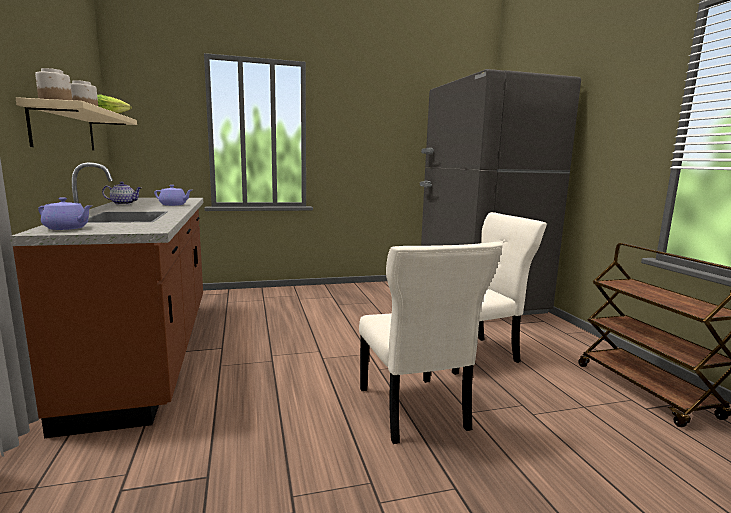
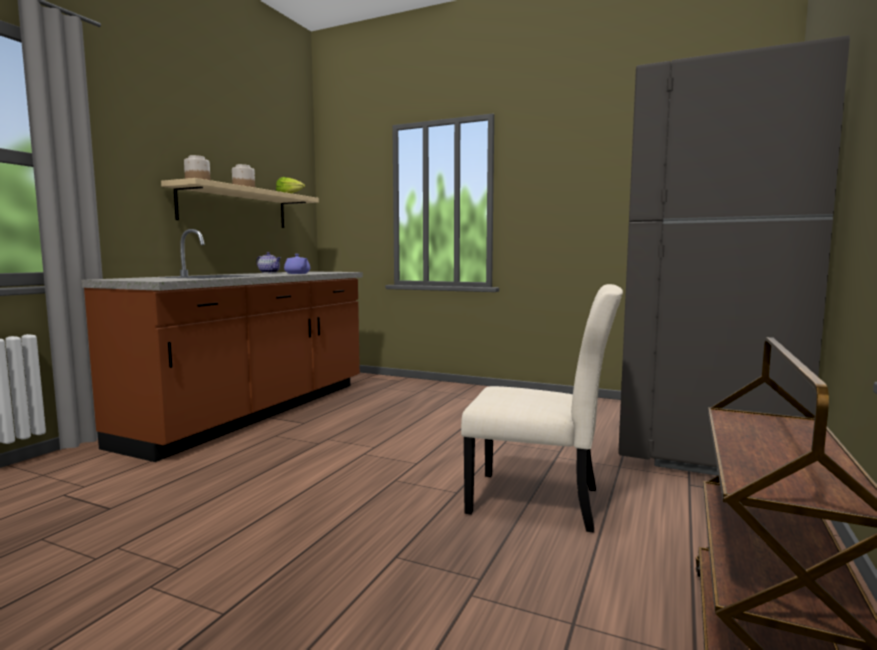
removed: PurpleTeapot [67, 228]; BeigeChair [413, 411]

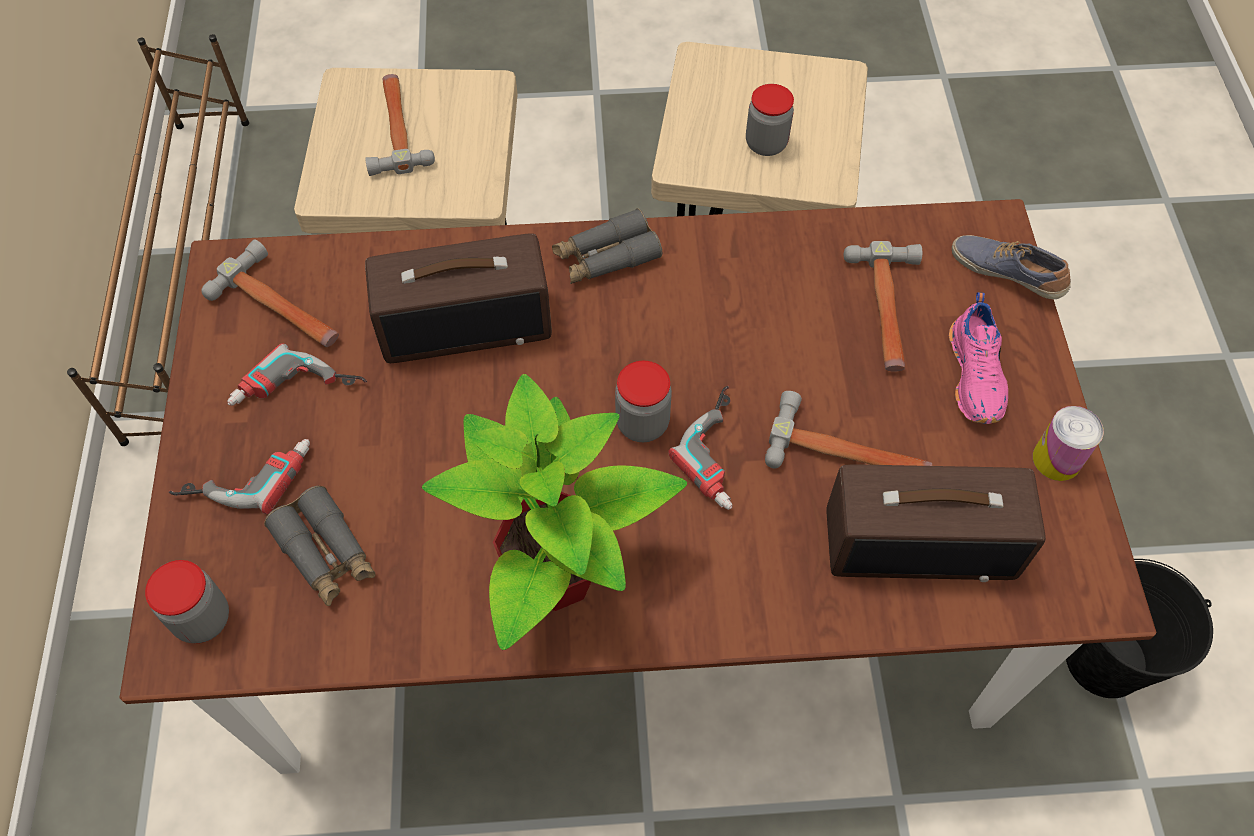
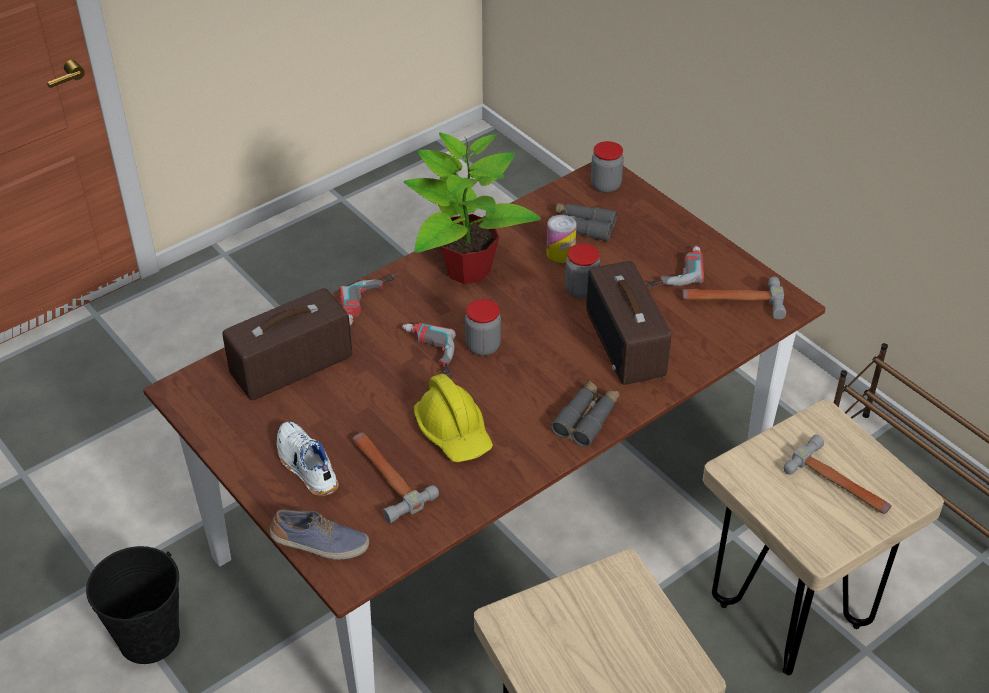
removed: Hammer [848, 454]
added: YellowHardHat [454, 432]
moved: PowerDrill [246, 472] to [372, 303]; Jar [766, 144] to [581, 290]; Can [1056, 459] to [560, 253]
recoloured: PinkShoe [977, 376] to WhiteShoe [305, 467]
turned: Radio [467, 323] = [627, 344] 60 degrees counterclockwise

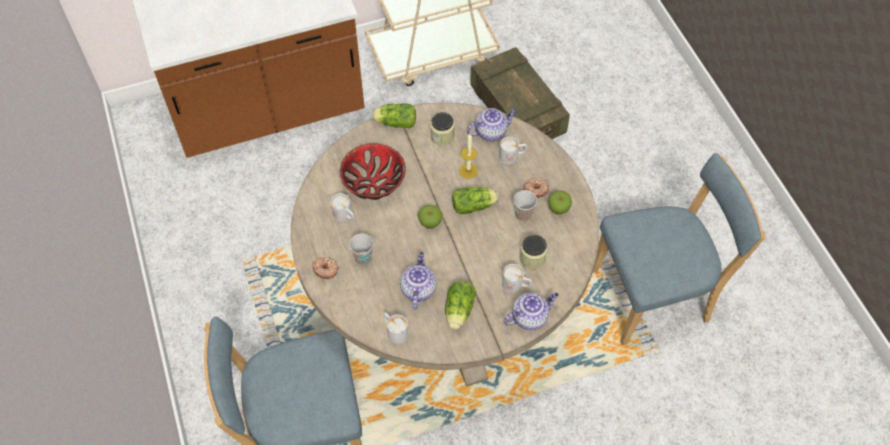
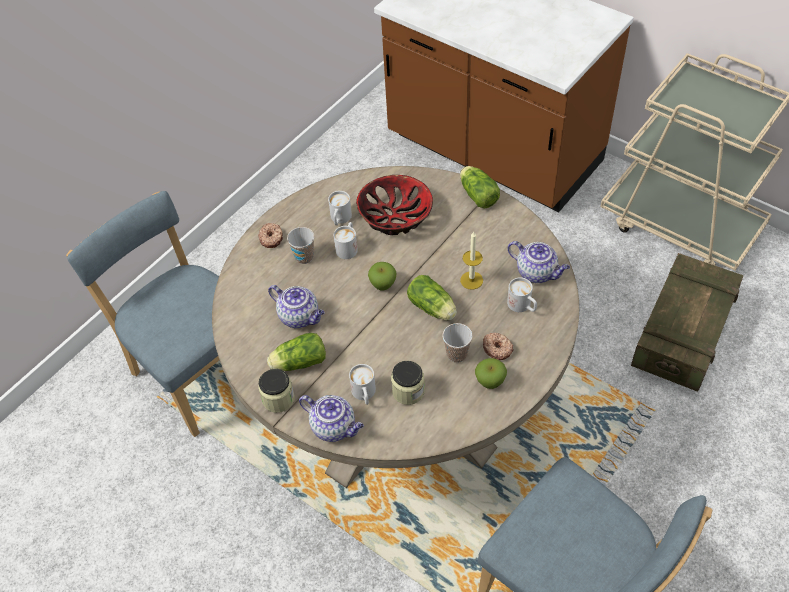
moved: WhiteMug [394, 331] to [348, 247]; Jar [442, 136] to [278, 399]
turned: Teapot [418, 289] = [300, 316] 60 degrees clockwise

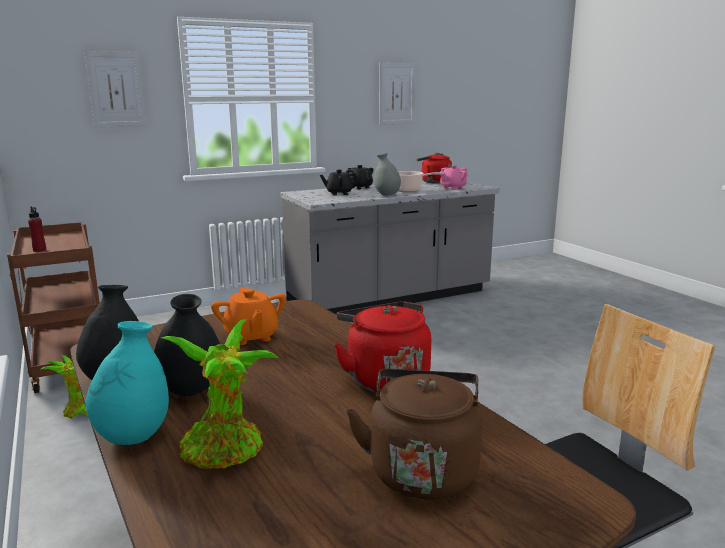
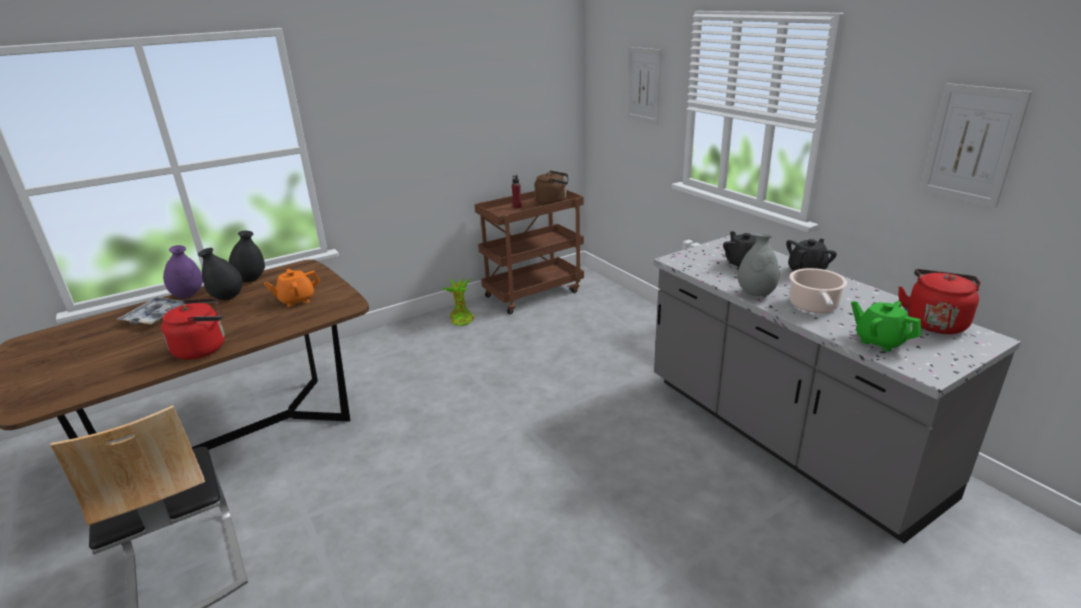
moved: BrownKettle [422, 469] to [553, 202]
replaced: PottedPlant [225, 452] to Tray [156, 316]
recoloured: TurquoiseVase [133, 436] to PurpleVase [188, 295]; PinkTeapot [452, 188] to GreenTeapot [879, 341]

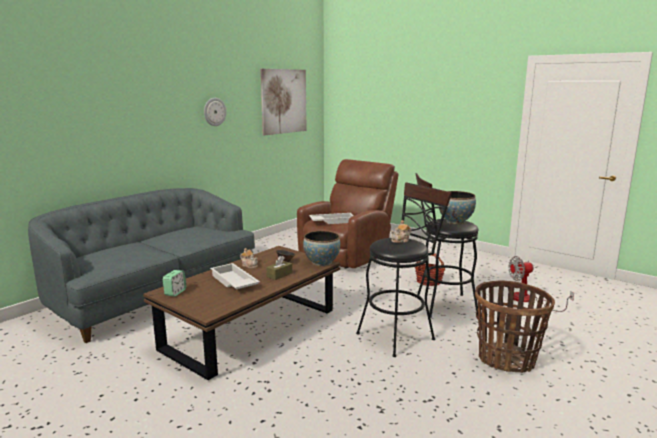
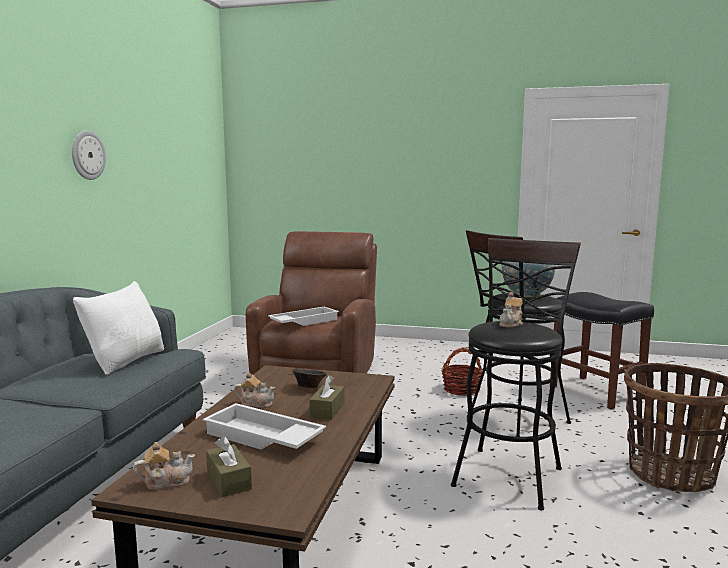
removed: Picture [284, 101]; Bowl [321, 263]
added: WhitePillow [126, 361]; BrownTissueBox [229, 480]
replaced: AlarmClock [175, 292] to Teapot [166, 482]; Fan [528, 300] to BlackStool [597, 392]

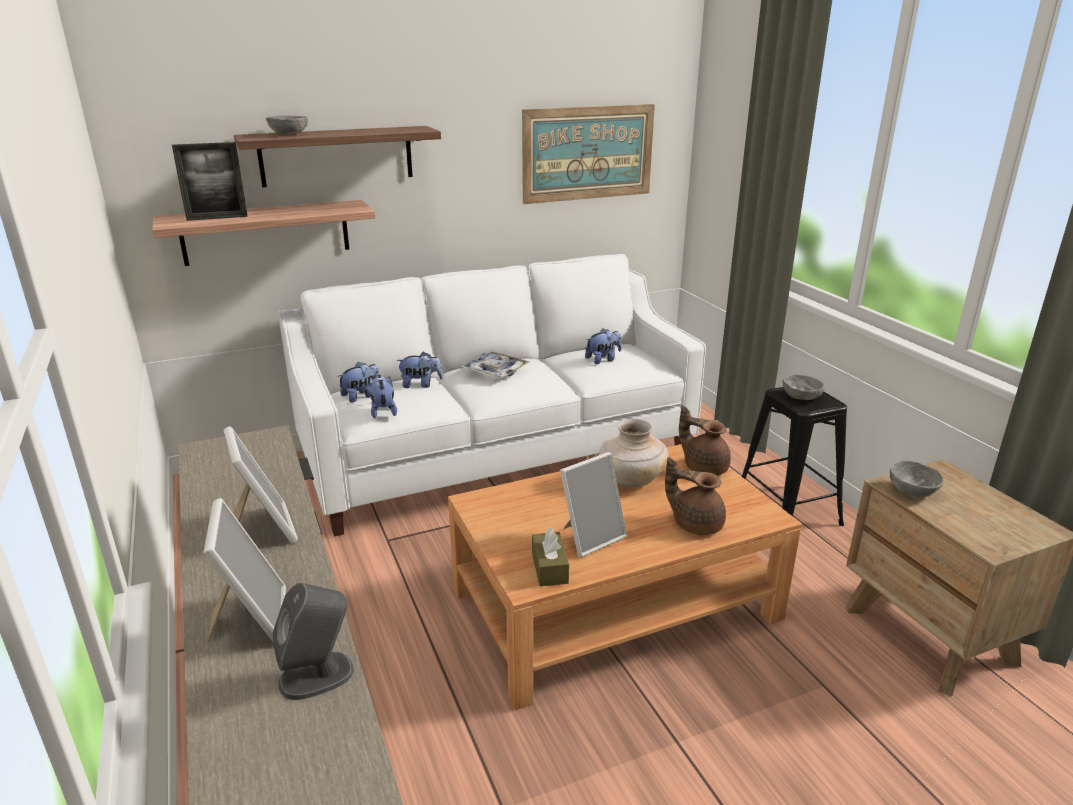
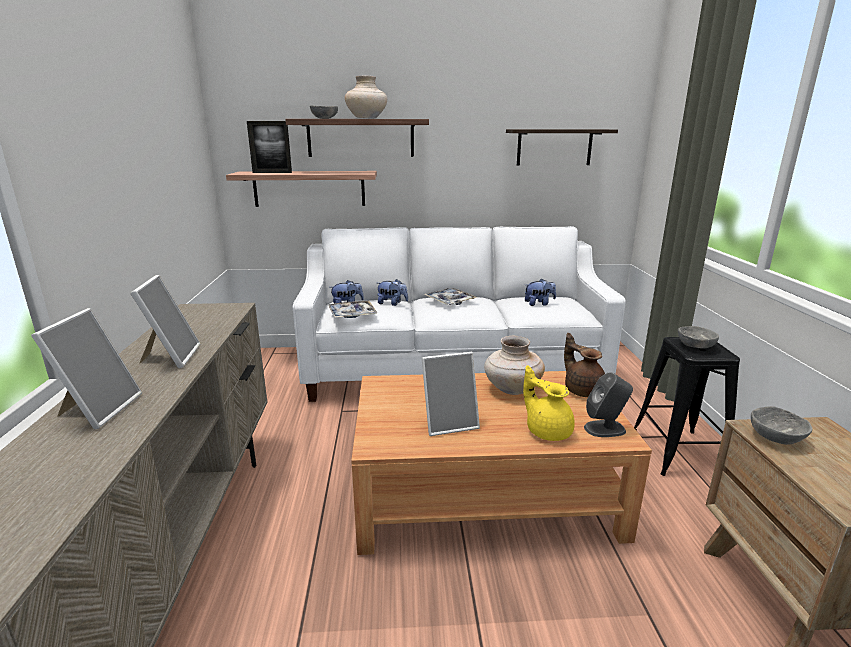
removed: BrownTissueBox [549, 568]
added: BeigeVase [367, 118]
moved: GreySpeaker [317, 675] to [605, 429]
replaced: PlushToy [383, 411] to Tray [352, 314]; Picture [588, 153] to Shelf [554, 147]
recoloured: BrownTeapot [695, 523] to YellowTeapot [547, 430]

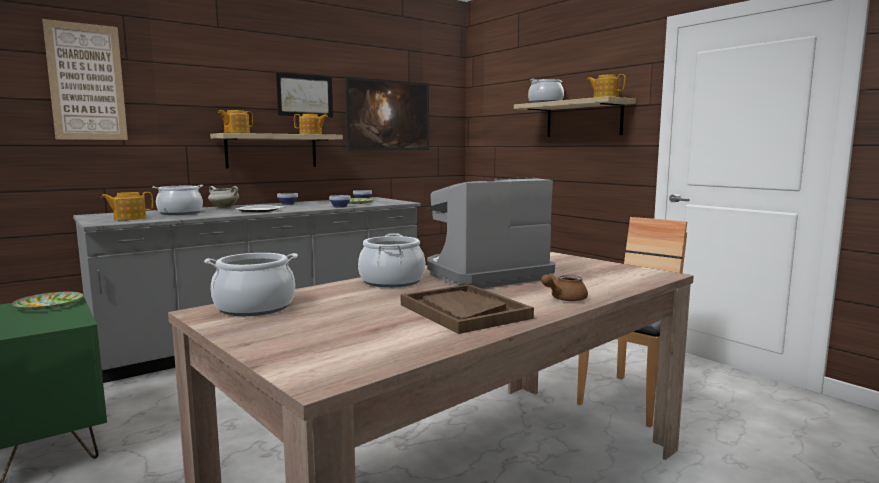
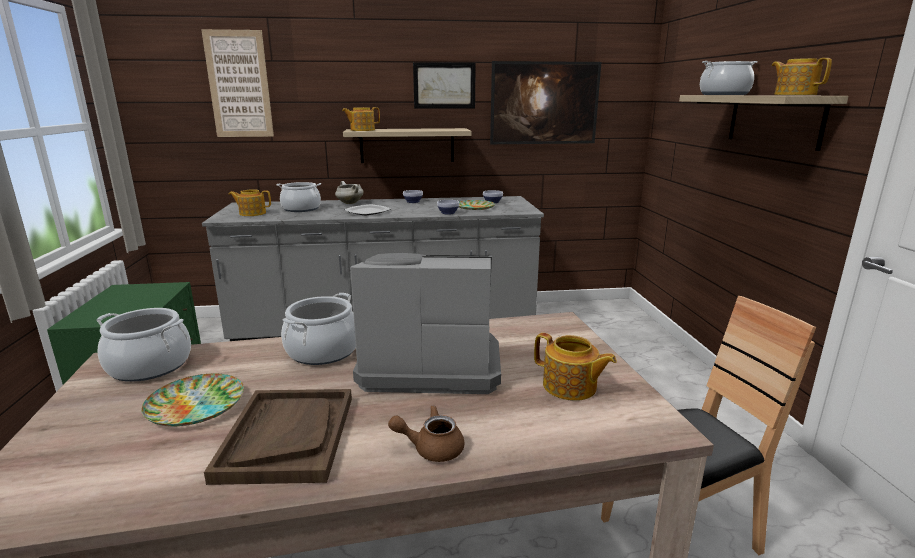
moved: Plate [49, 305] to [197, 405]; Teapot [311, 134] to [570, 387]

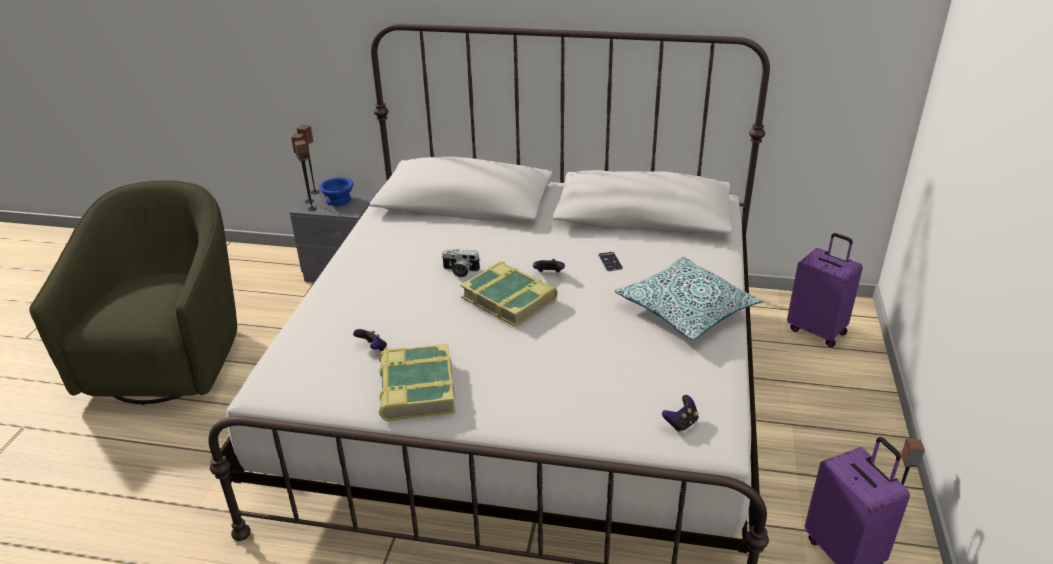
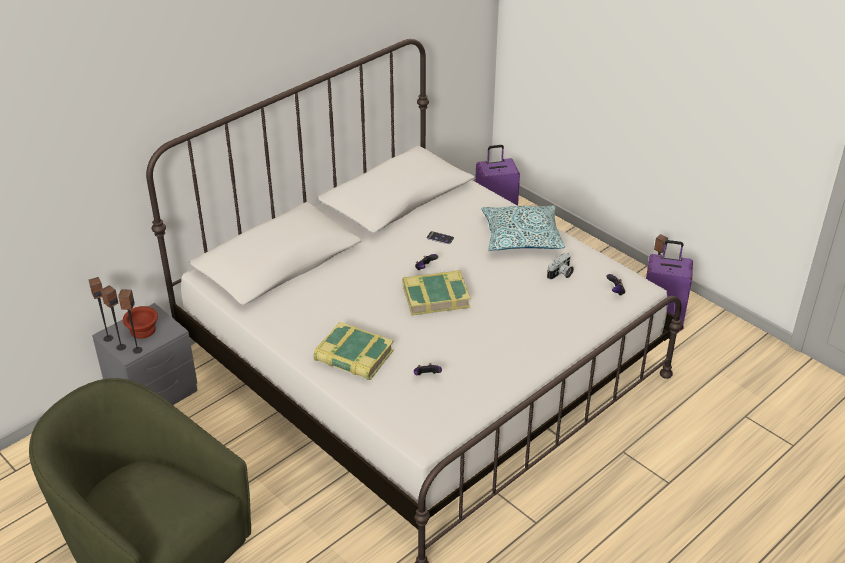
moved: Book [416, 389] to [353, 357]; PhotoCamera [460, 271] to [561, 274]
recoloured: BlueBowl [338, 200] to BrownBowl [143, 331]

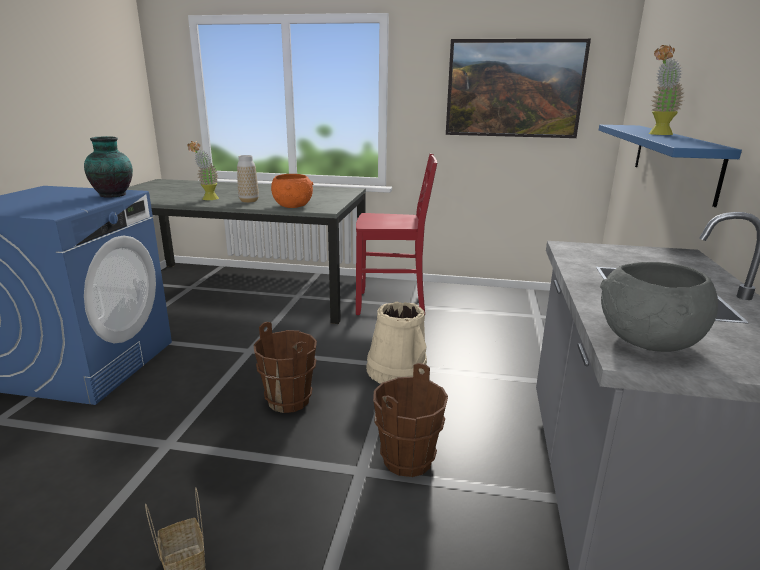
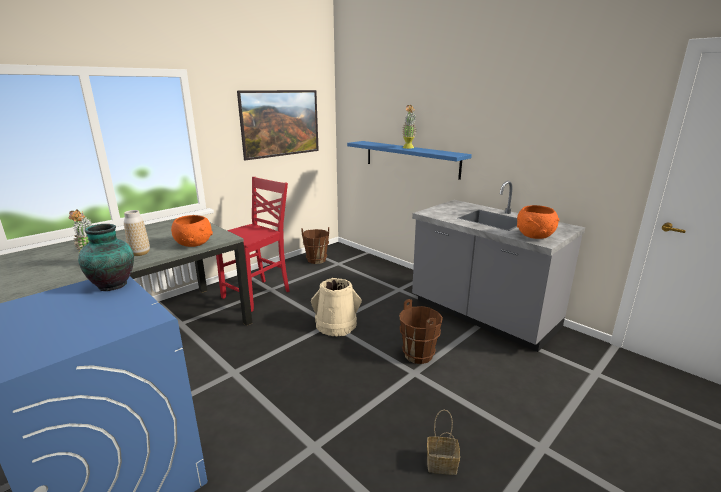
moved: BrownBucket [289, 400] to [316, 260]
recoloured: GreyBowl [648, 342] to OrangeBowl [535, 236]

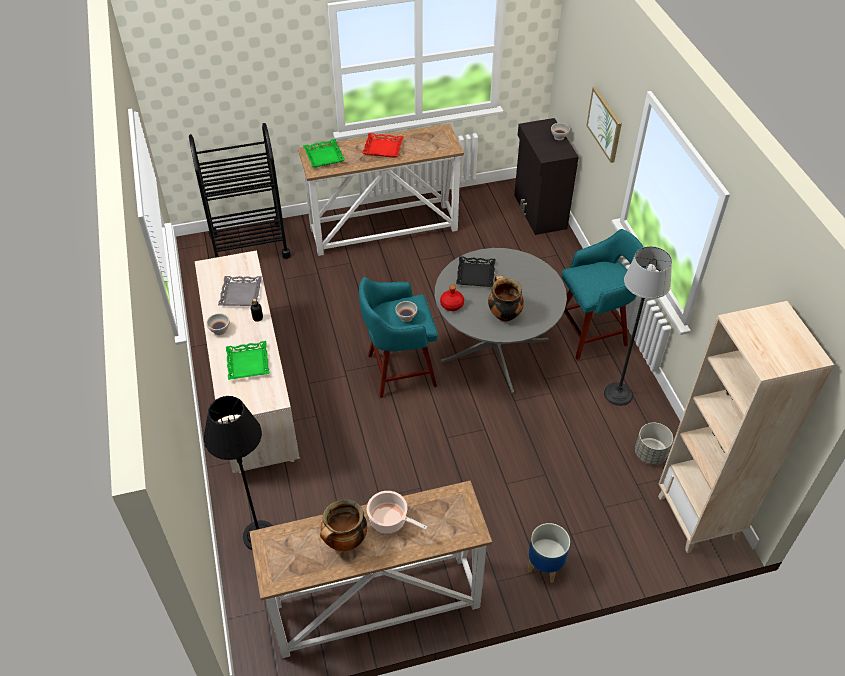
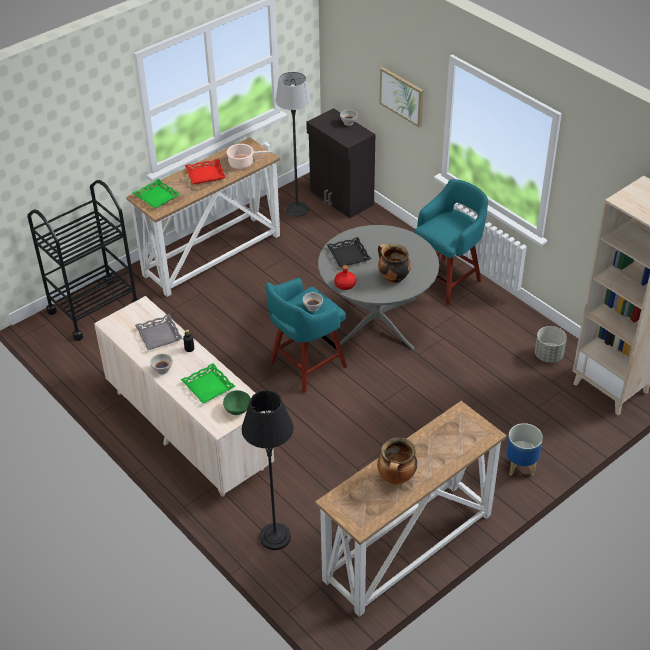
added: GreenBowl [238, 409]
moved: CookingPot [390, 520] to [243, 163]; FloorLamp [618, 394] to [297, 209]

